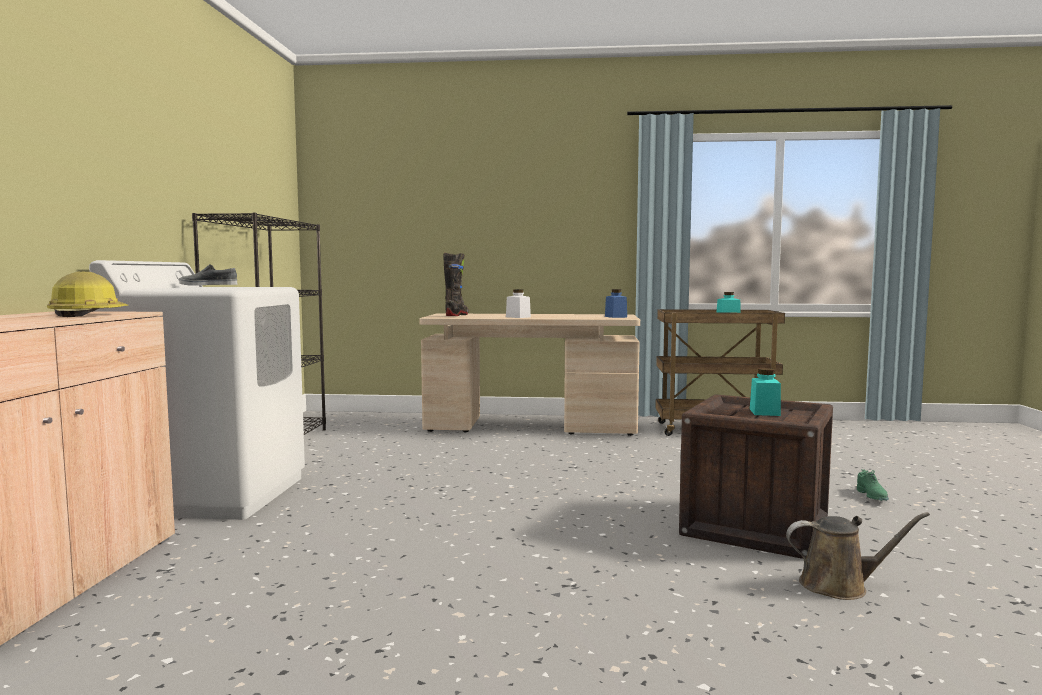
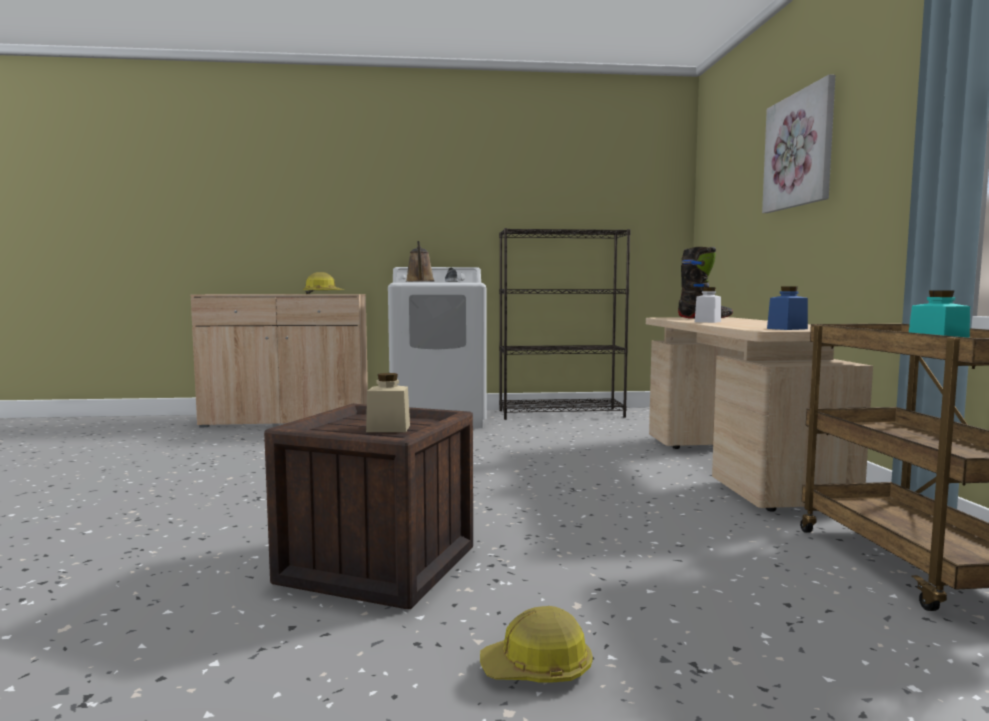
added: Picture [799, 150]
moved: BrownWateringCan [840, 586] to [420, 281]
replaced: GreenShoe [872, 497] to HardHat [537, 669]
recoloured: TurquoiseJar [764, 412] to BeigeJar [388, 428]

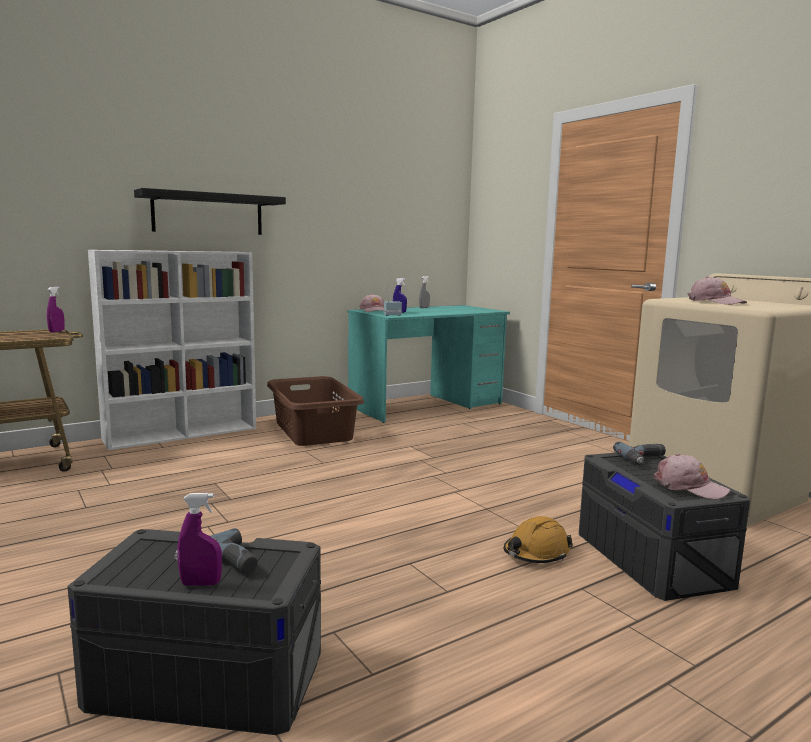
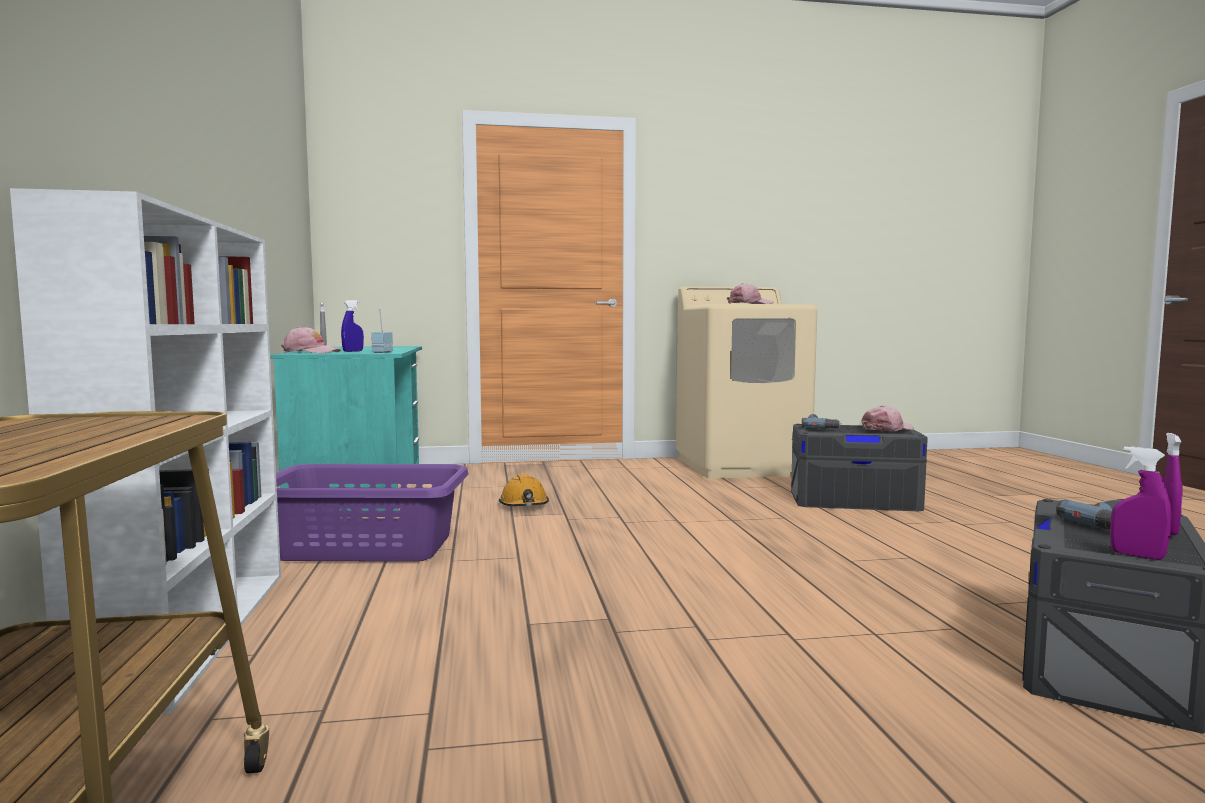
removed: BlackShelf [208, 214]
moved: PurpleSprayBottle [56, 331] to [1137, 555]; OrangeHardHat [536, 553] to [524, 505]
recoloured: BrownLaundryBasket [312, 431] to PurpleLaundryBasket [366, 547]

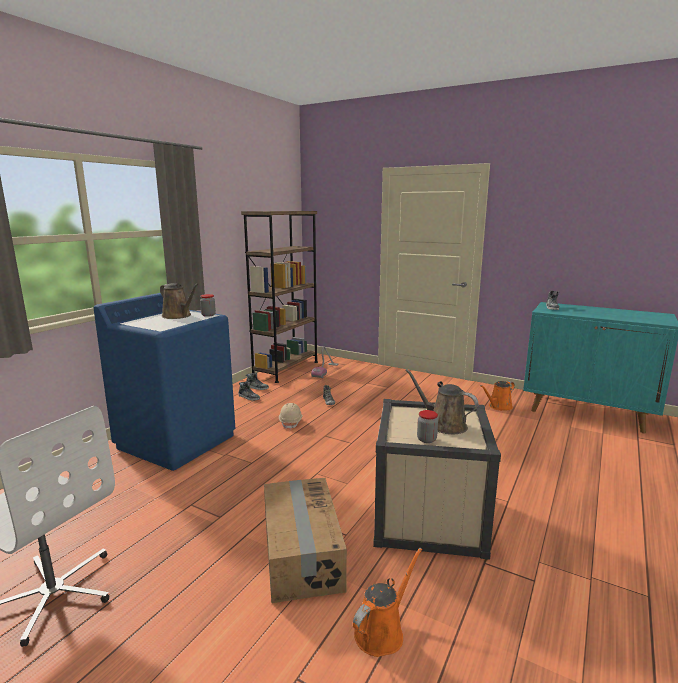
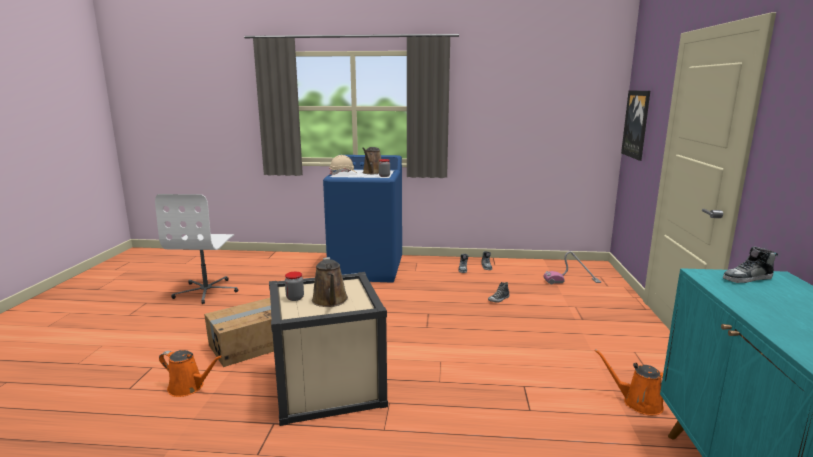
removed: BrownBookcase [286, 369]
added: Picture [636, 124]
moved: BeigeHardHat [291, 422] to [343, 174]
turned: BrownWateringCan [444, 425] = [330, 301] 150 degrees clockwise

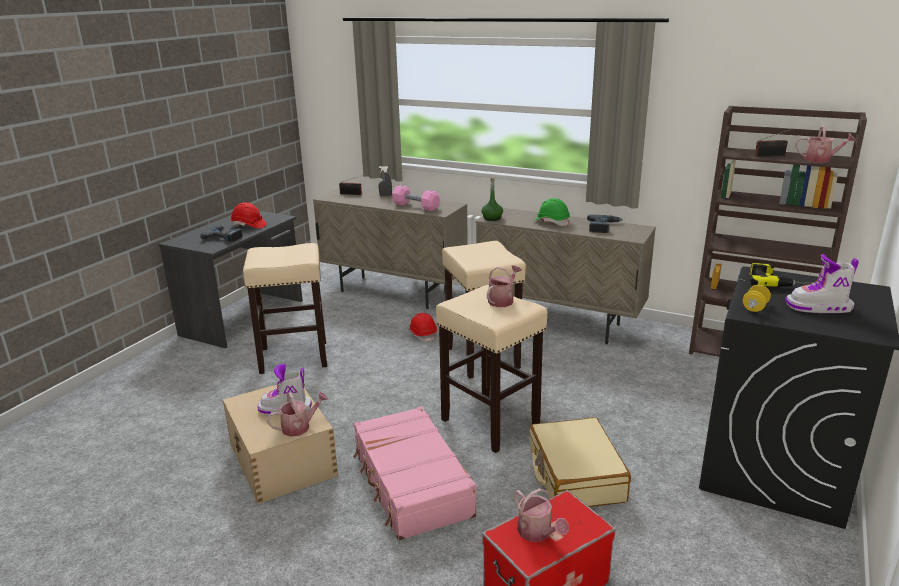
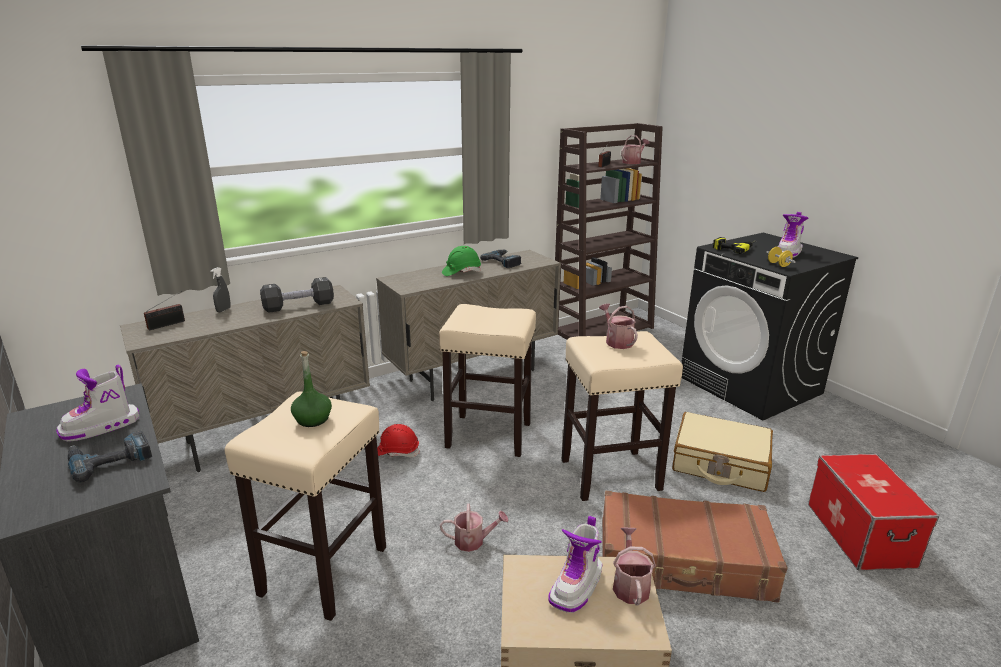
moved: GreenBottle [492, 218] to [313, 419]; WateringCan [537, 533] to [473, 541]
replaced: RedHardHat [249, 225] to Boot [101, 427]
recoloured: PinkSuitcase [411, 483] to BrownSuitcase [684, 561]; PinkDumbbell [416, 206] to BlackDumbbell [299, 306]

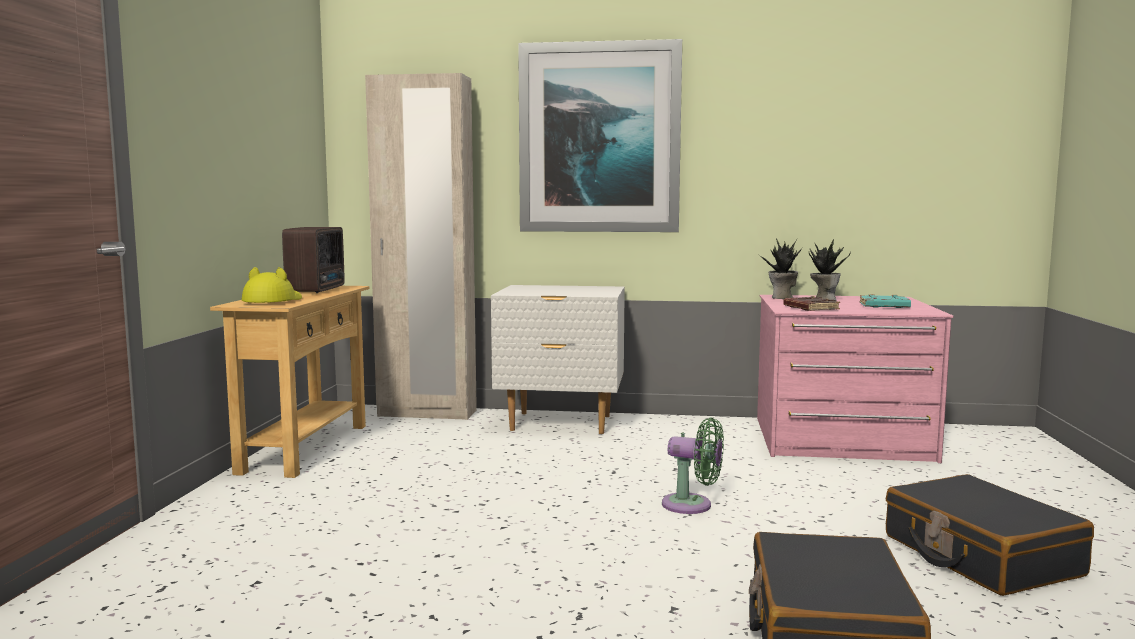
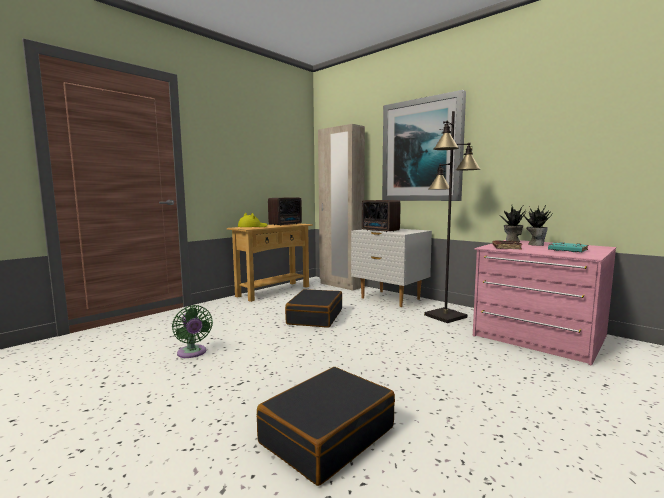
added: Radio [380, 230]; BlackFloorLamp [444, 316]
moved: GreenFan [692, 505] to [192, 353]; BlackSuitcase [980, 555] to [315, 317]

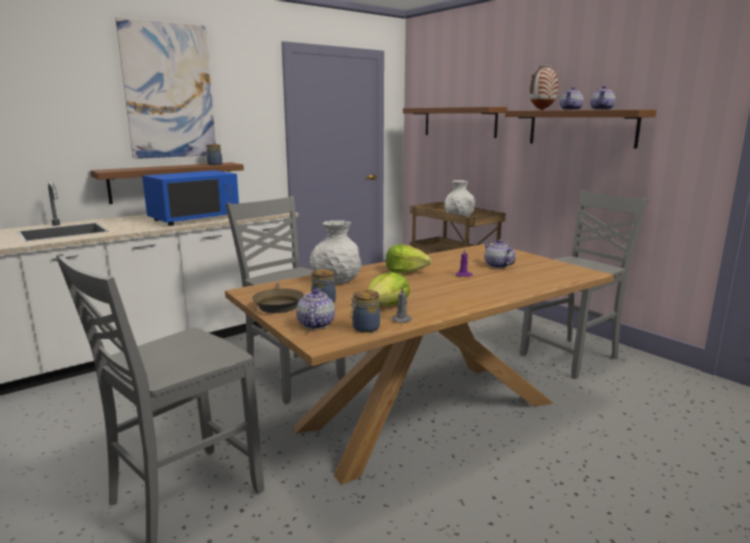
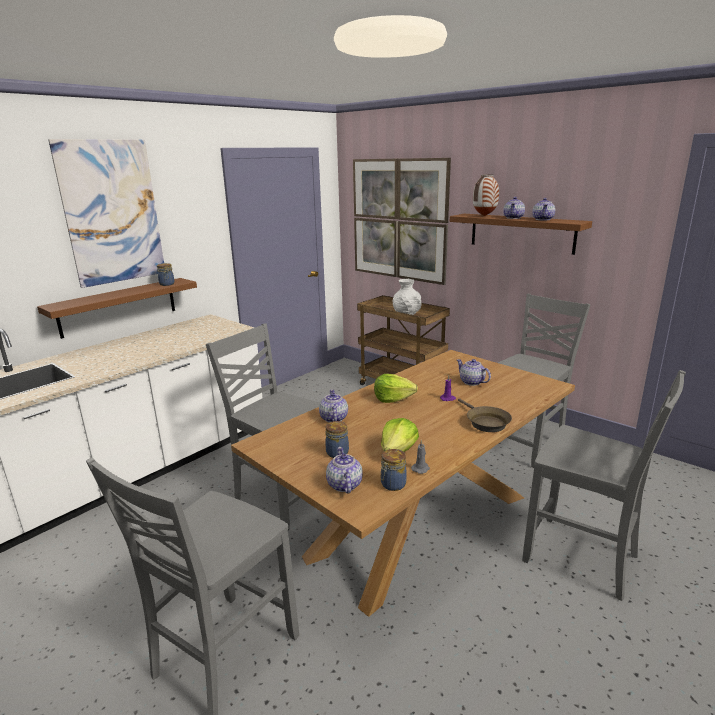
removed: BlueMicrowave [194, 218]
added: GreyChair [582, 558]
moved: BrownFryingPan [278, 305] to [485, 422]
replaced: WhiteVase [335, 280] to Teapot [333, 418]; BrownShelf [459, 122] to Picture [399, 220]

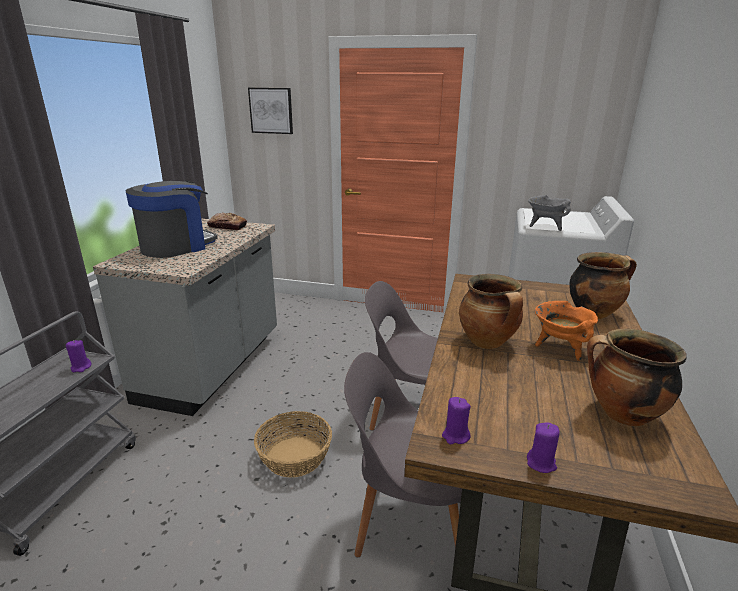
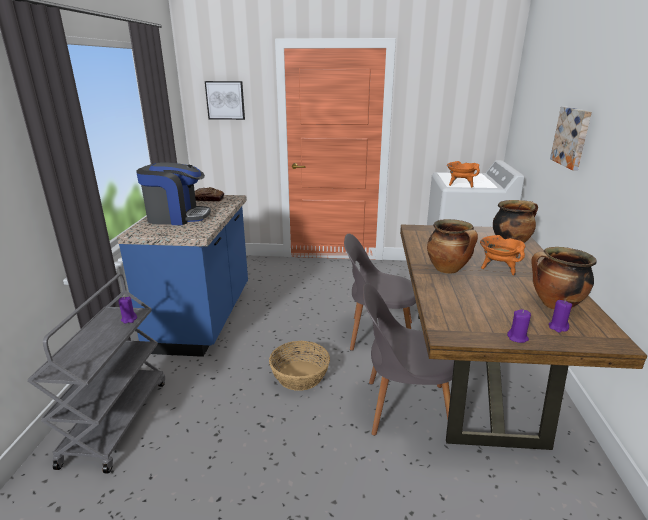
added: Picture [572, 137]
moved: PurpleCandle [455, 436] to [558, 327]
recoloured: GreyCounter [213, 367] to BlueCounter [204, 318]; GreyCookingPot [545, 227] to OrangeCookingPot [460, 185]
turned: CoffeeMachine [176, 246] = [177, 217] 60 degrees clockwise

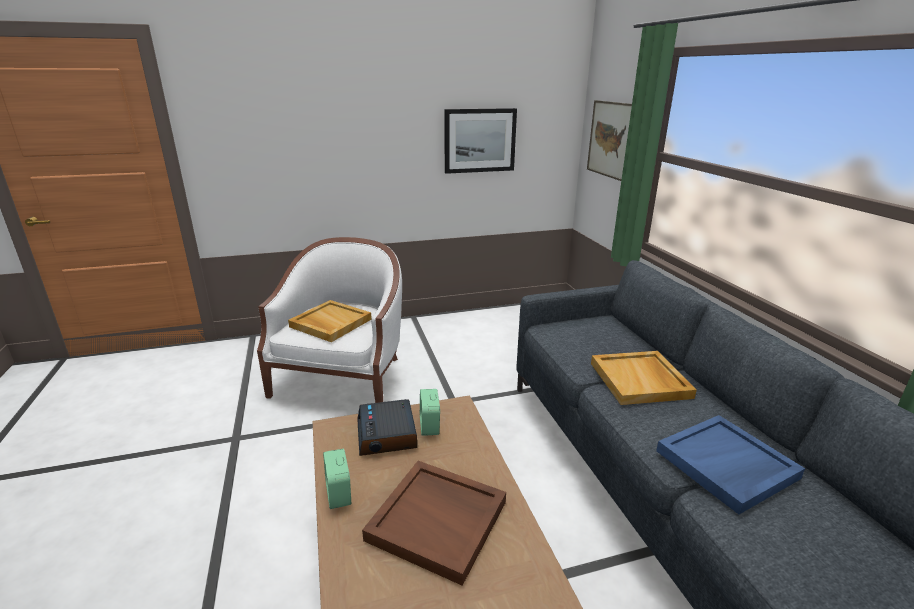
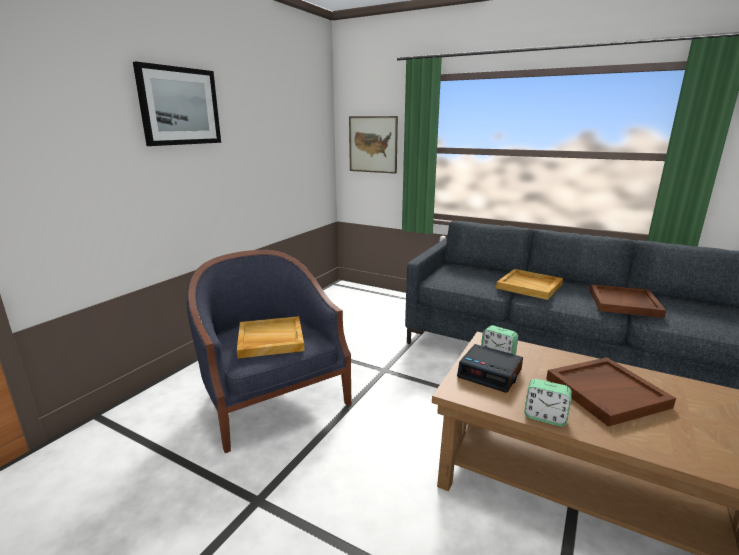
moved: Picture [479, 140] to [180, 106]
recoloured: WhiteArmchair [344, 378] to BlueArmchair [273, 399]; BlueTray [726, 465] to BrownTray [625, 303]

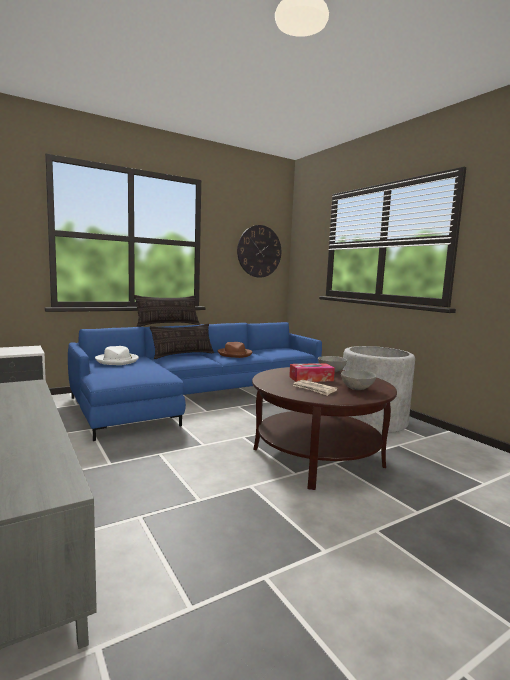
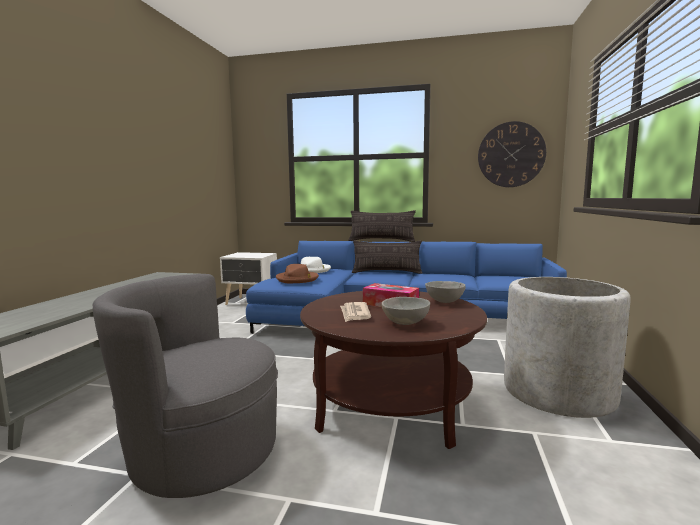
added: GreyArmchair [202, 452]
moved: BrownHat [235, 354] to [297, 279]

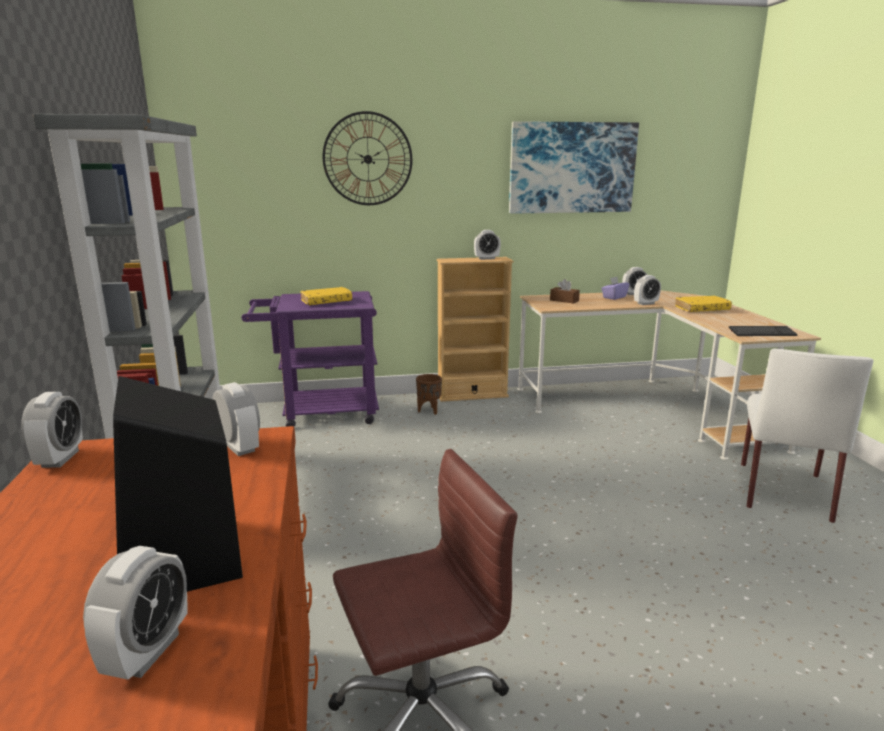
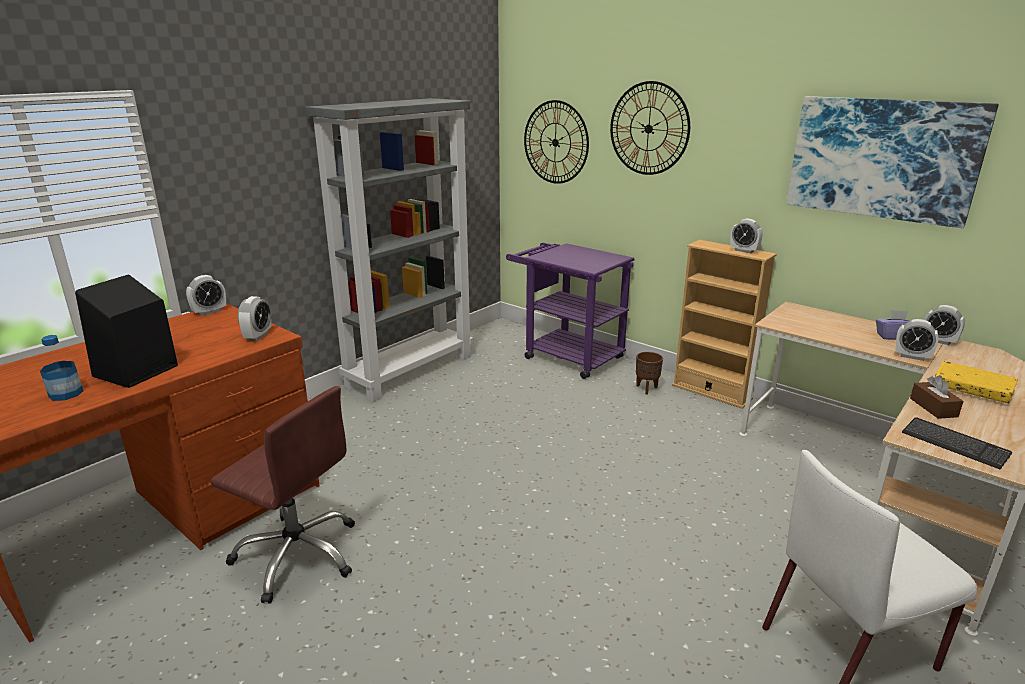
removed: YellowBook [326, 301]
added: WallClock [555, 142]
moved: BrownTissueBox [564, 300] to [933, 407]
replaced: AlarmClock [147, 652] to Bottle [66, 394]

